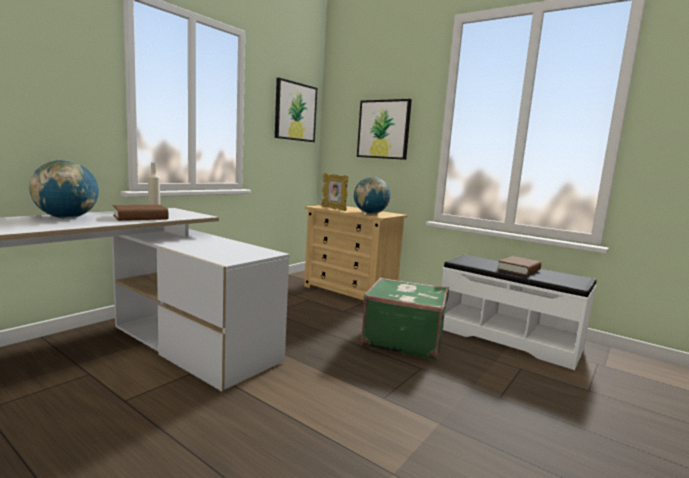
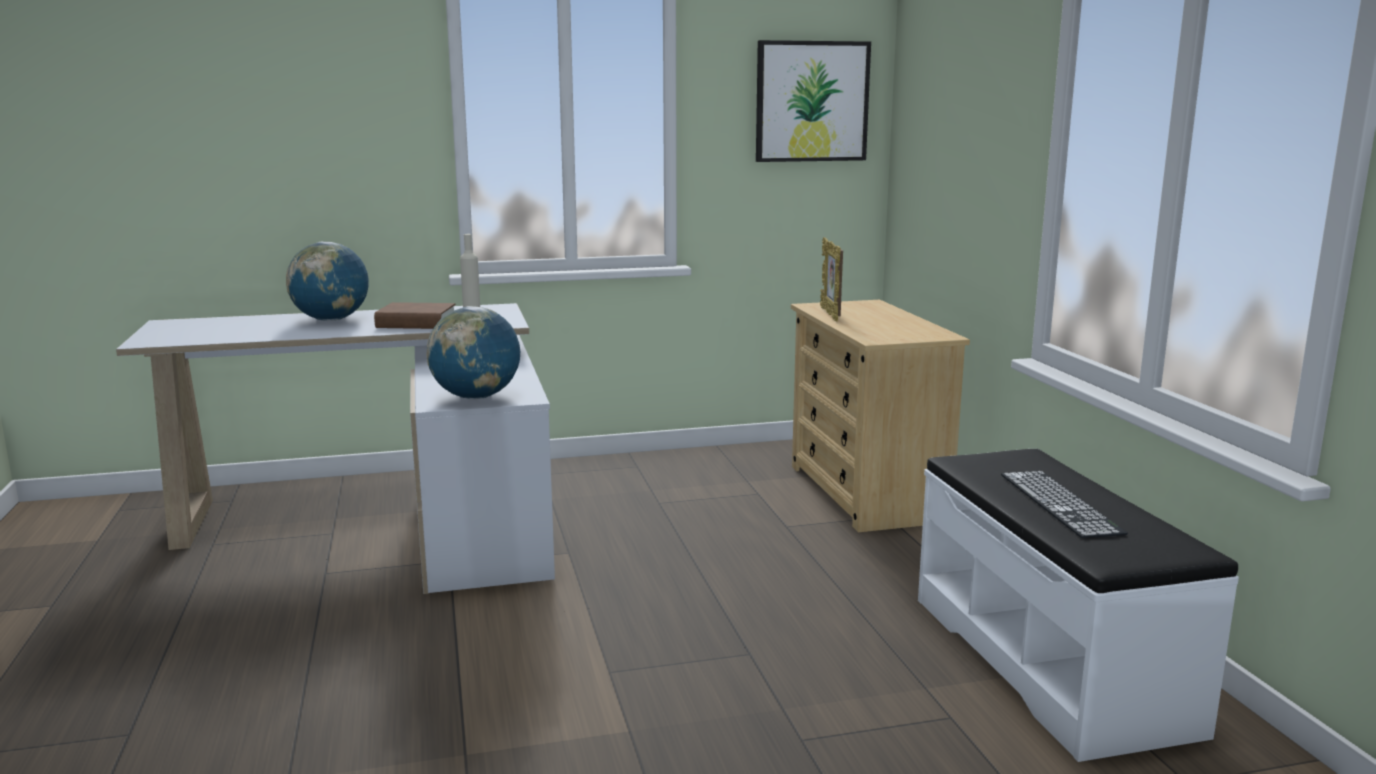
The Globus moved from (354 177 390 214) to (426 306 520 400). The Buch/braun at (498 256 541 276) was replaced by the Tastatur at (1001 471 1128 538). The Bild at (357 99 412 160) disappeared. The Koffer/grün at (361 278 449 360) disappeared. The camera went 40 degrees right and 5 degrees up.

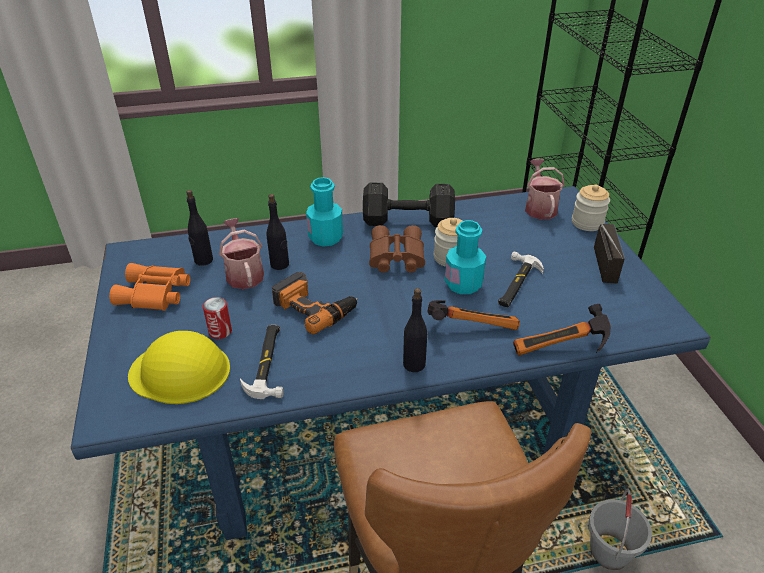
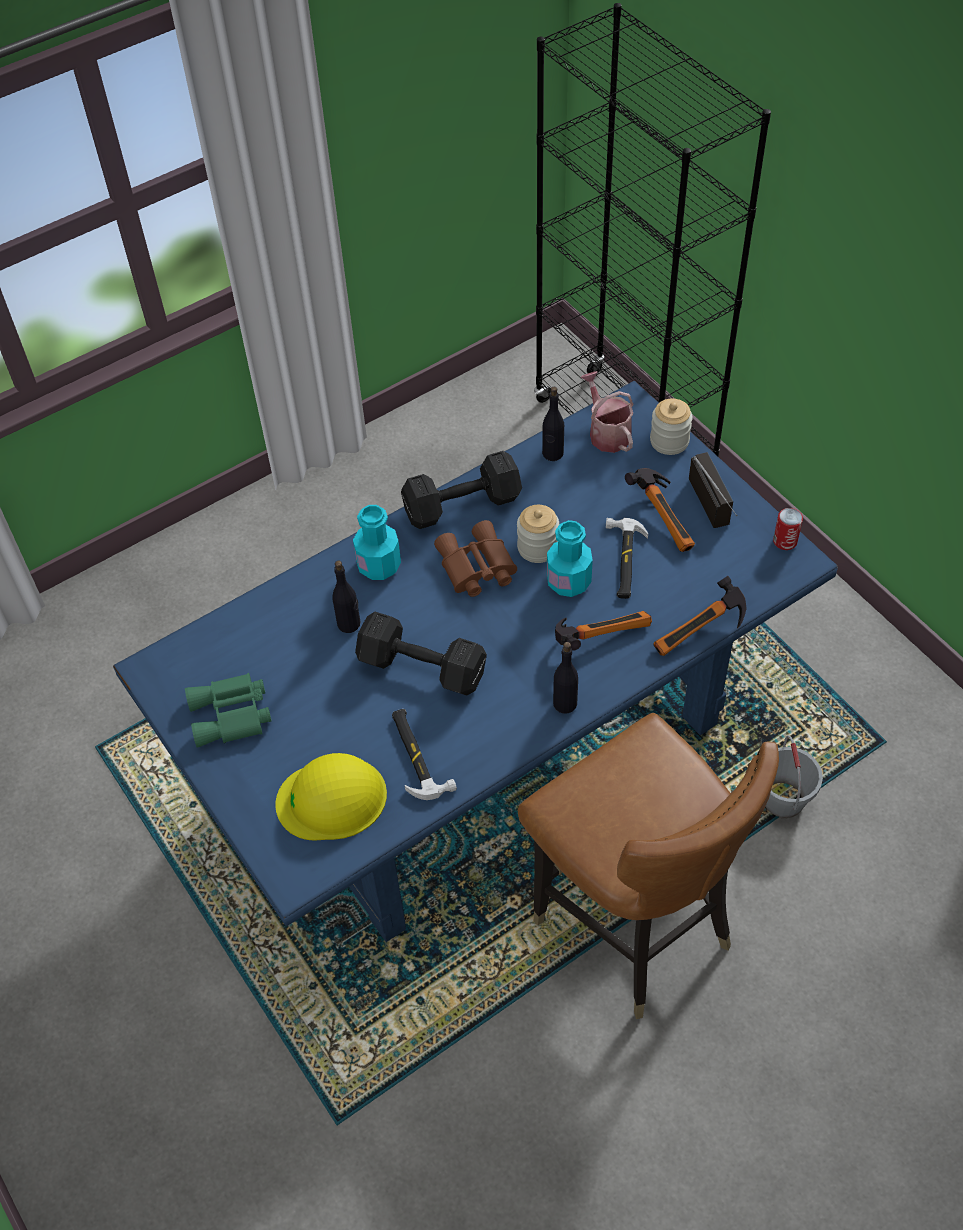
The Fernglas/orange at (109 263 190 311) became the Fernglas/grün at (185 673 272 748). The Bohrmaschine at (272 272 358 334) was replaced by the Hantel/schwarz at (355 612 487 695). The Flasche/schwarz moved from (186 190 213 266) to (542 387 564 461). The Hammer at (625 468 695 552) appeared. The Dose moved from (203 297 232 339) to (773 508 803 550). The Gießkanne at (219 218 264 289) disappeared. The camera went 20 degrees left and 15 degrees up.

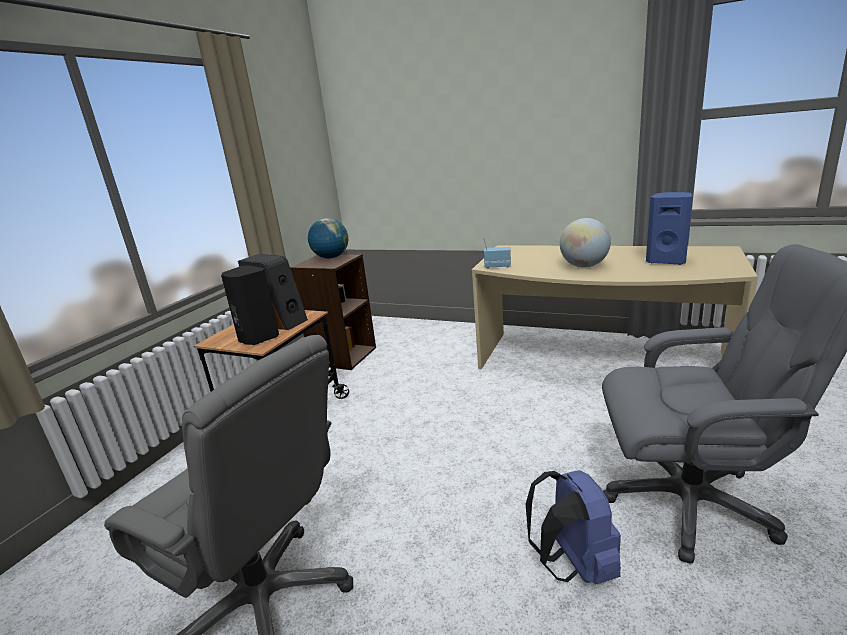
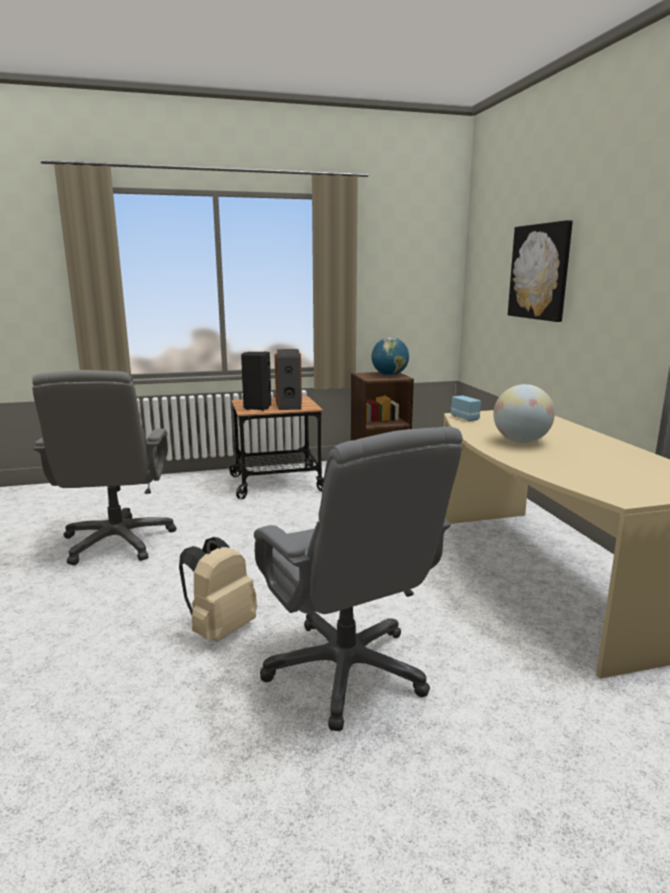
The Rucksack/blau at (526 470 621 584) became the Rucksack/beige at (179 537 257 642). The Bild at (508 220 573 322) appeared. The Lautsprecher/blau at (646 192 693 265) disappeared. The camera went 50 degrees right and 5 degrees down.

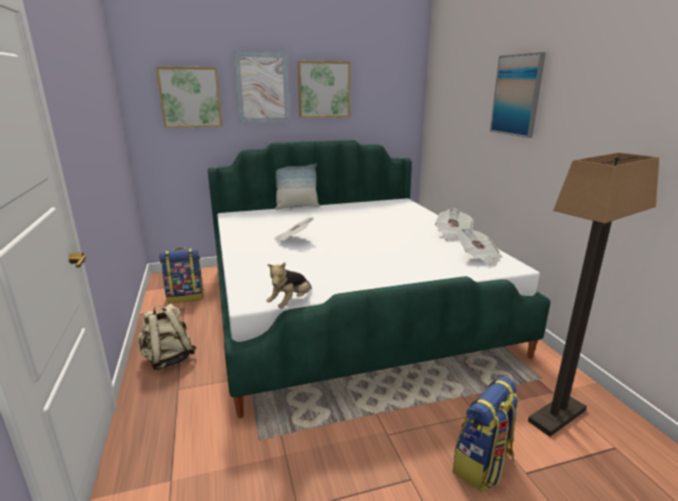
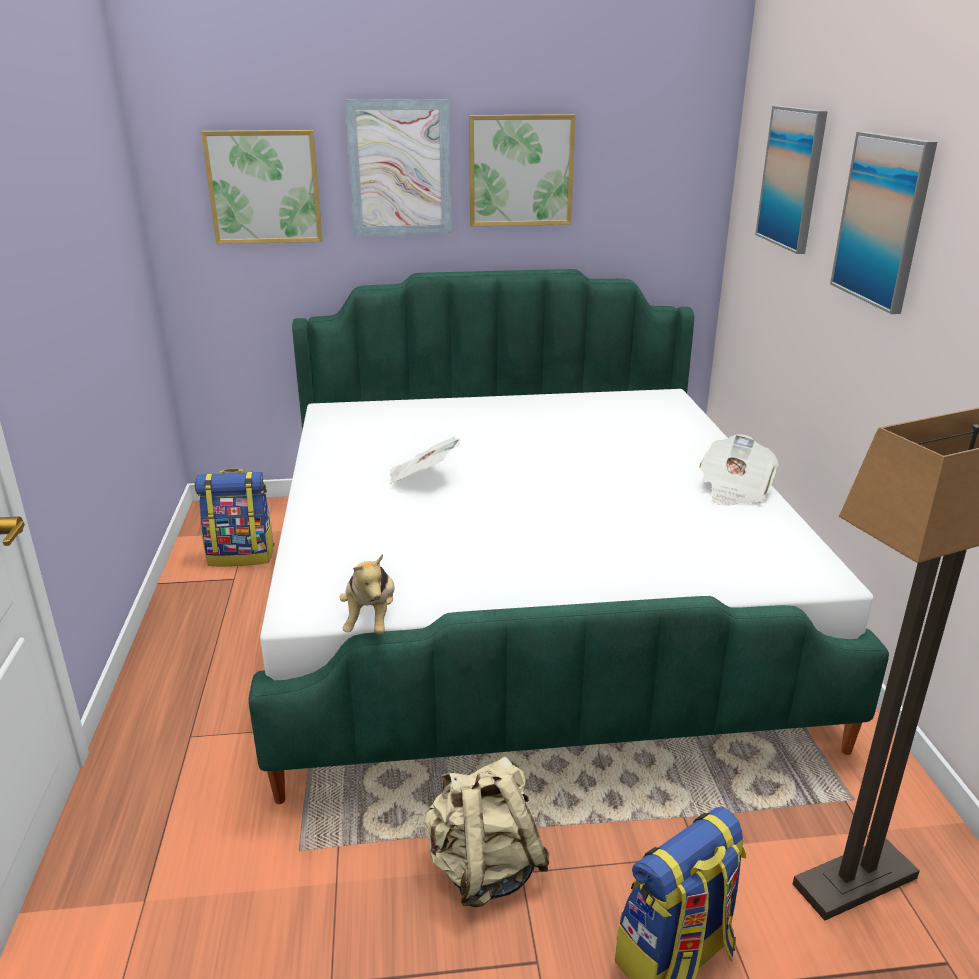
The Plüschtier at (266 262 312 309) turned 45 degrees counterclockwise. The Rucksack/beige moved from (138 303 196 370) to (424 757 549 907). The Bild at (755 106 828 254) appeared. The Kissen at (275 163 320 210) disappeared. The Zeitung at (458 228 503 267) disappeared. The camera went 10 degrees right and 5 degrees up.

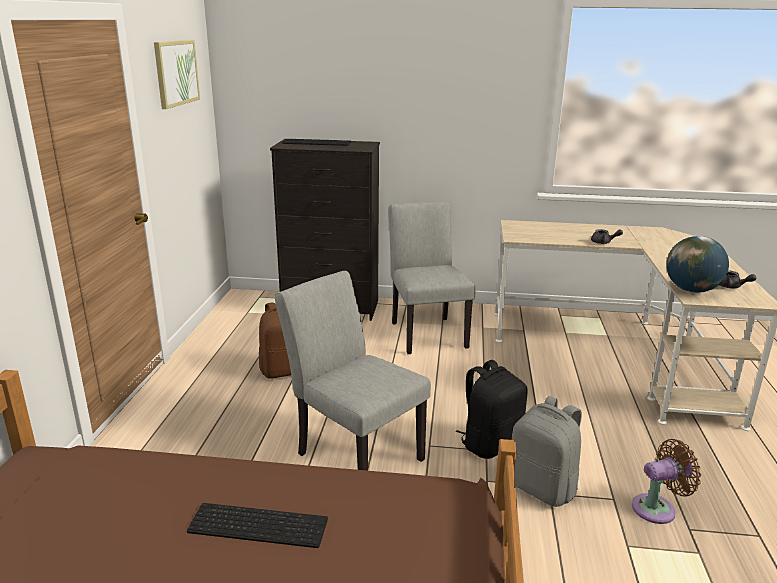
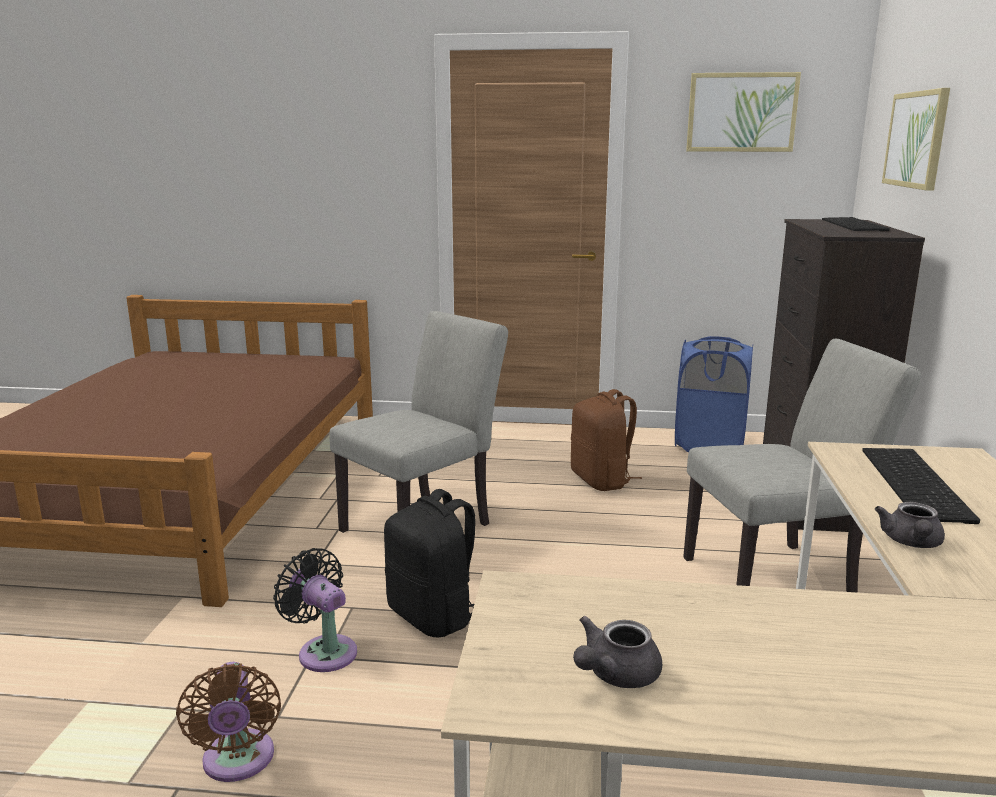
The Rucksack/grau at (512 396 582 507) was replaced by the Ventilator/schwarz at (273 548 357 672). The Wäschekorb/blau at (675 336 753 452) appeared. The Tastatur moved from (187 503 328 548) to (862 448 980 524). The Bild at (882 88 950 191) appeared. The Globus at (666 236 729 293) disappeared. The camera went 90 degrees right and 5 degrees down.

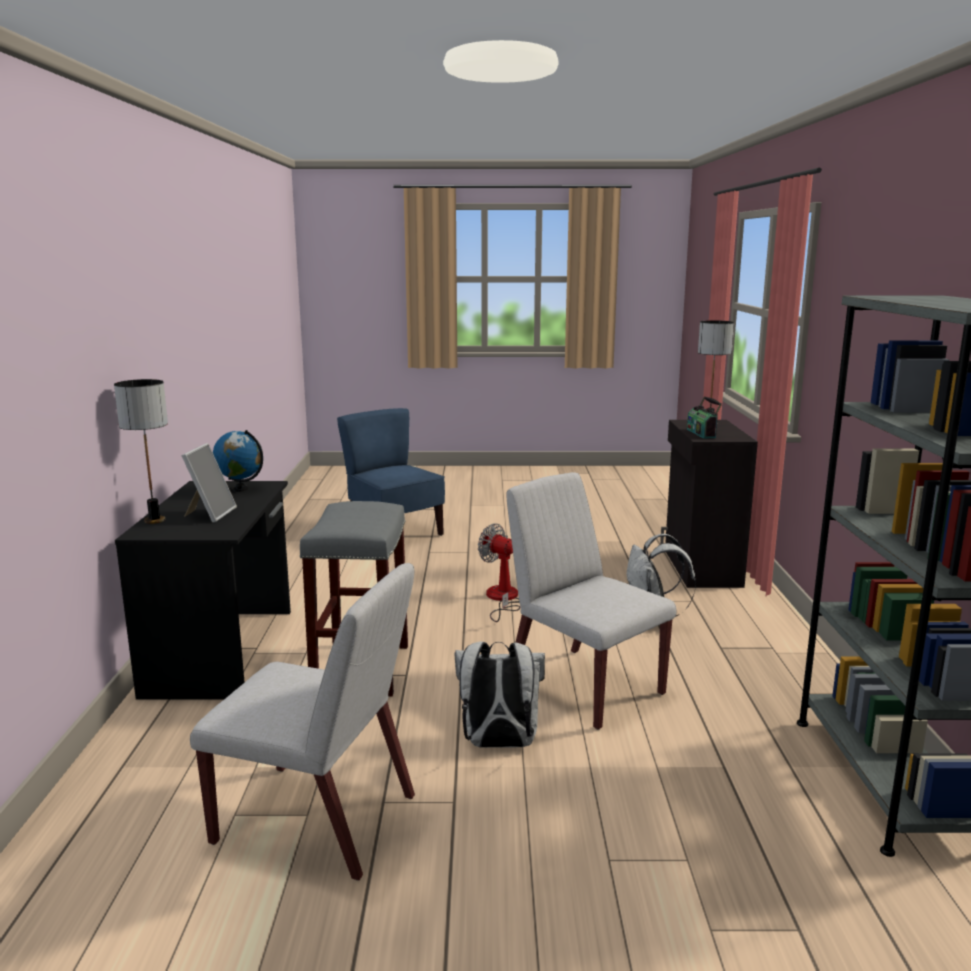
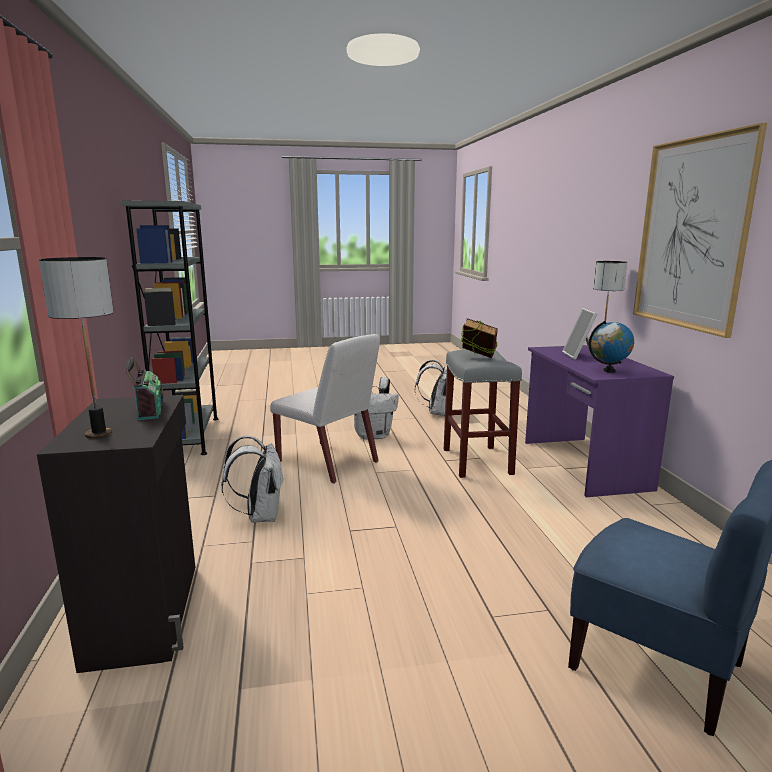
The Stuhl/weiß at (190 563 415 881) was replaced by the Rucksack/weiß at (415 360 454 416). The Buch at (461 318 498 358) appeared. The Schreibtisch/schwarz at (115 481 291 699) became the Schreibtisch/lila at (525 345 674 497). The Bild at (633 123 767 338) appeared. The Ventilator at (478 523 520 622) disappeared. The camera went 170 degrees right and 0 degrees up.

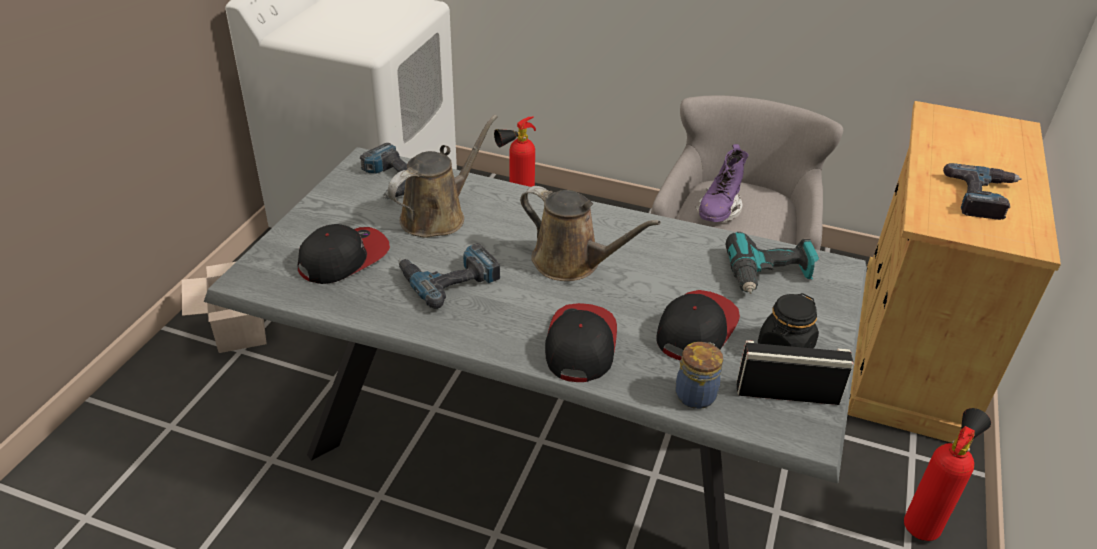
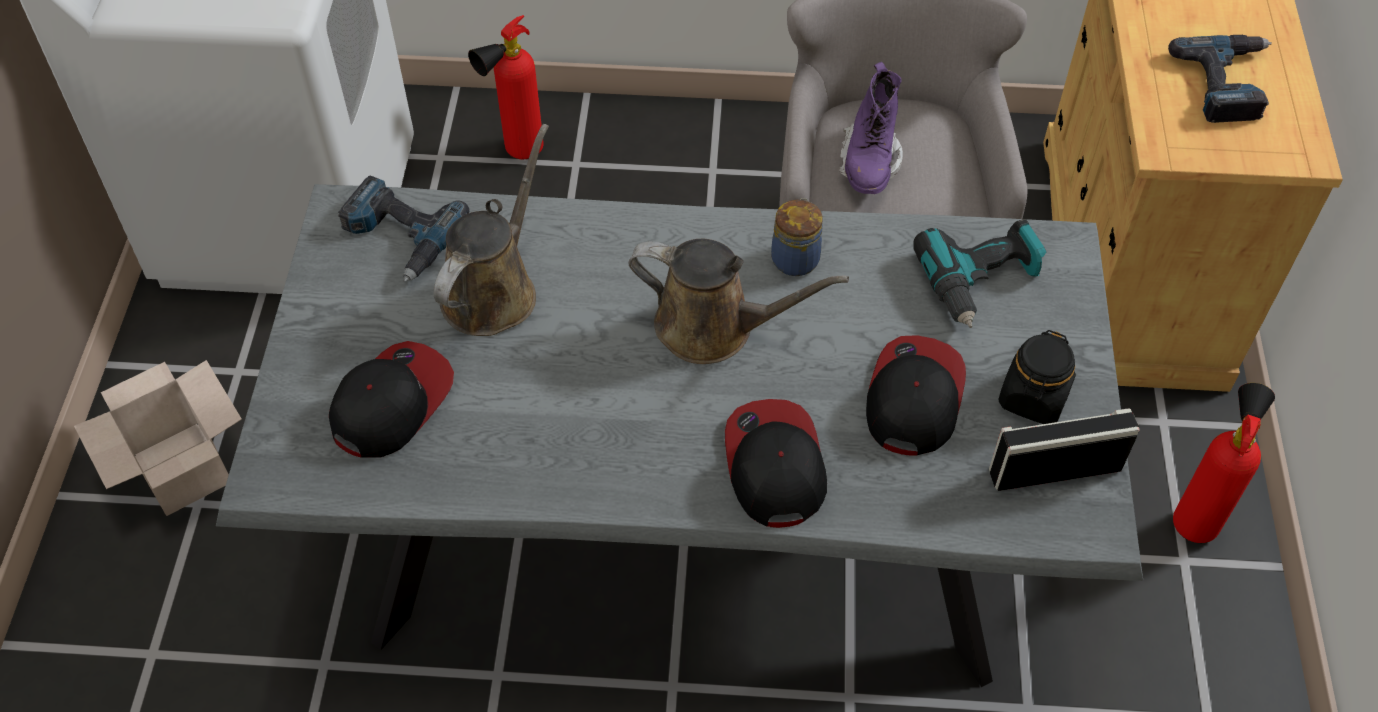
The Vorratsglas moved from (675 342 723 409) to (771 198 823 276). The Bohrmaschine at (398 243 500 309) disappeared. The camera went 15 degrees left and 15 degrees up.

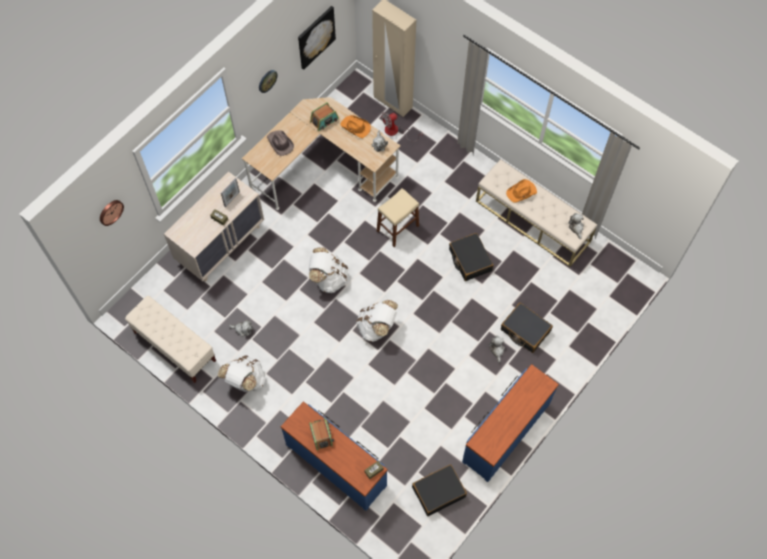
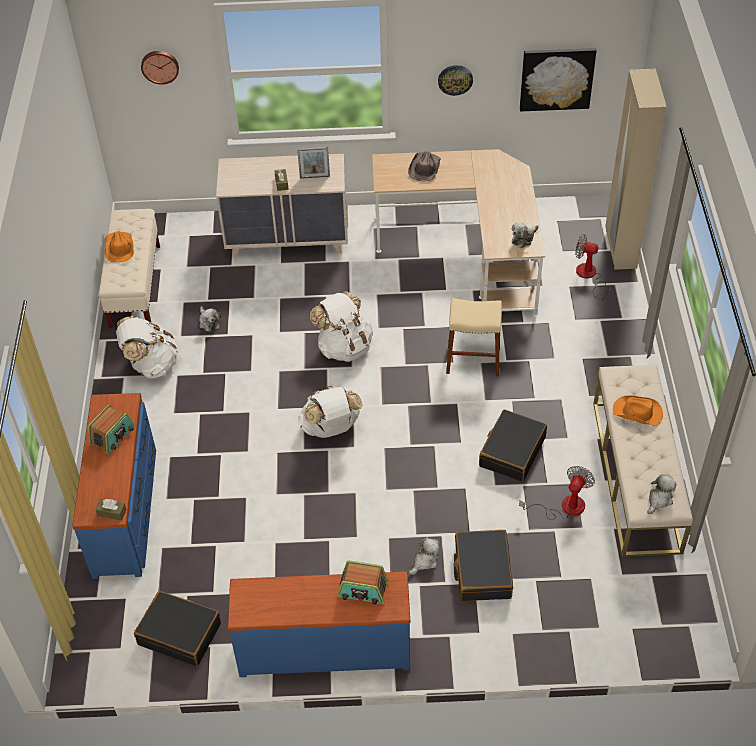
The Hut/orange moved from (340 115 371 138) to (104 231 134 262). The Radio moved from (310 102 339 131) to (337 560 389 605). The Ventilator at (519 466 595 520) appeared. The camera went 50 degrees right and 15 degrees down.

